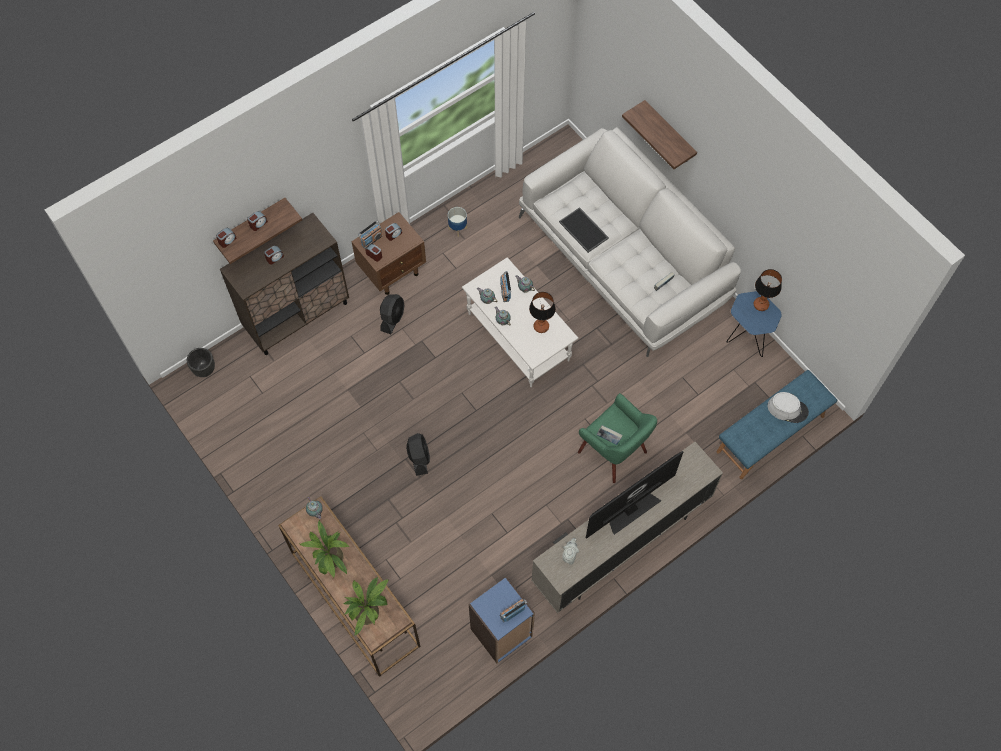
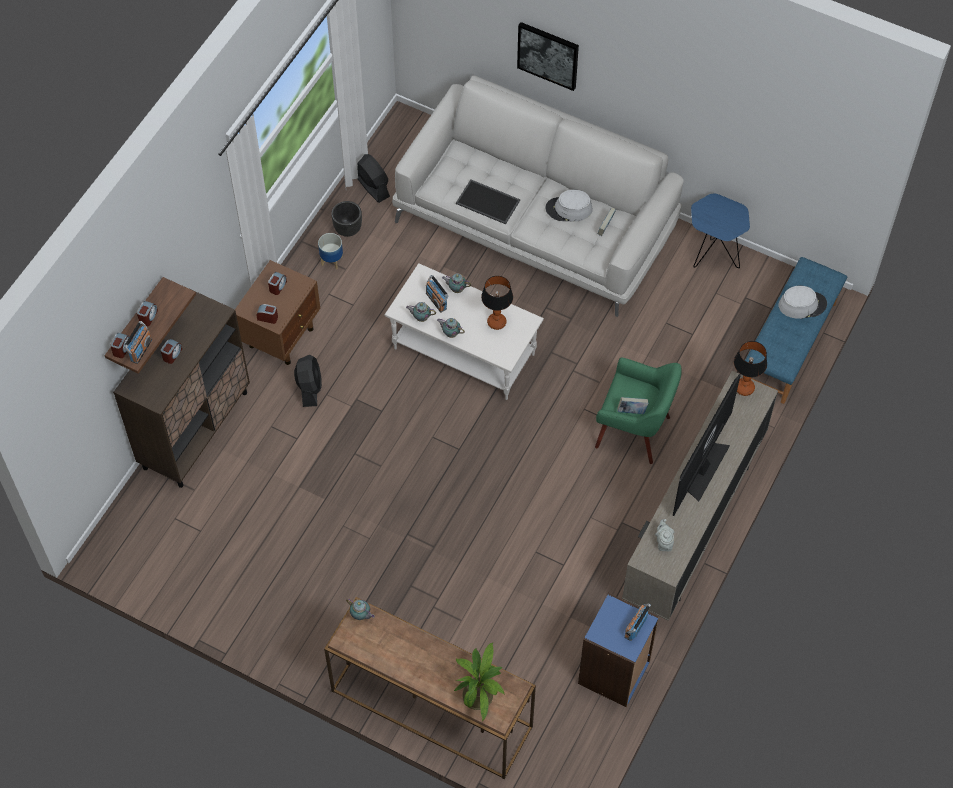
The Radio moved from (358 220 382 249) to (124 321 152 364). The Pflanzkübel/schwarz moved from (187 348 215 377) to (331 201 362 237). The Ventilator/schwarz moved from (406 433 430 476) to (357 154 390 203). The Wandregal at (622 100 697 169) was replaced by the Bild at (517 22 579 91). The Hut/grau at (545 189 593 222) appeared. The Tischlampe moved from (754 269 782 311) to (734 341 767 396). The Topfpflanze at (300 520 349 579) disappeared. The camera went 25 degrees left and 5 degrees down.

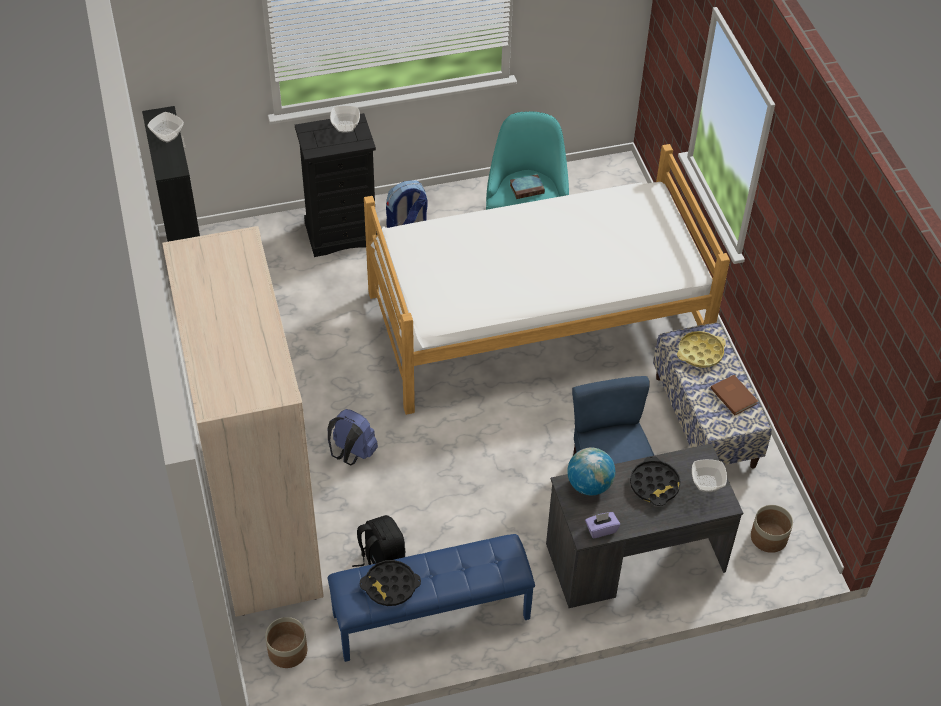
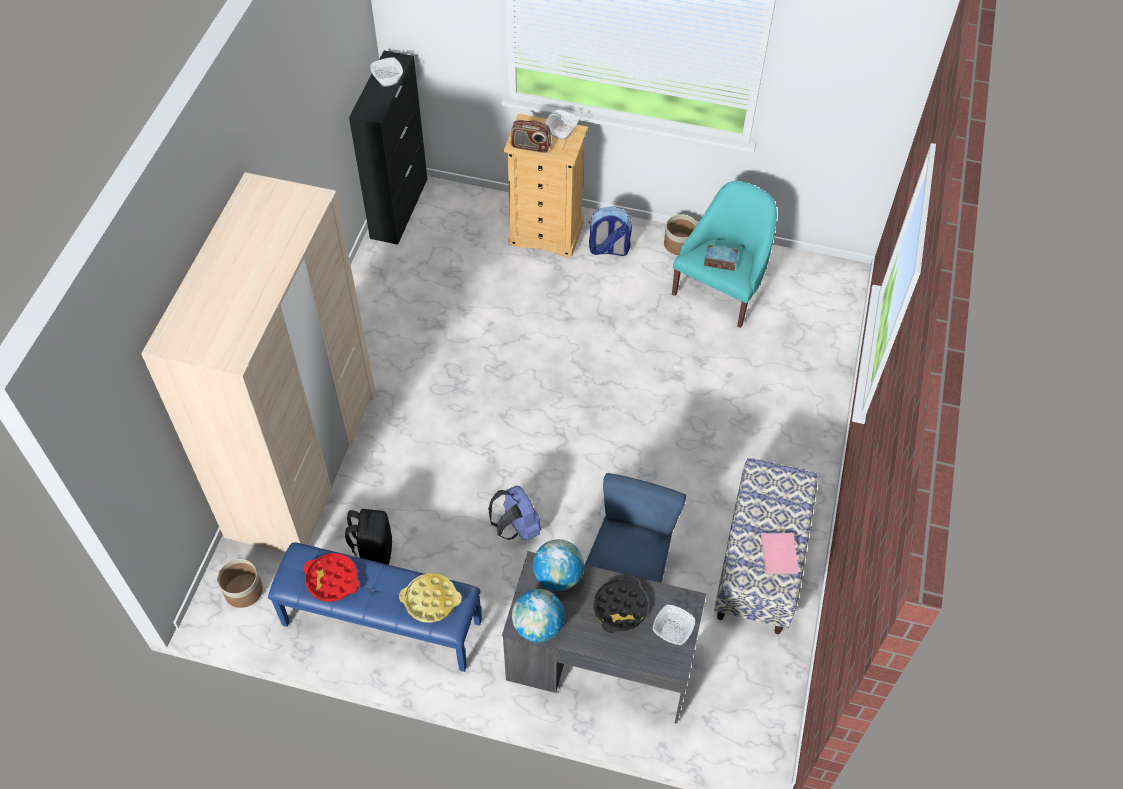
The Tablett/schwarz at (360 560 421 606) became the Tablett/rot at (303 553 360 602). The Tablett/gelb moved from (677 331 726 368) to (399 573 462 623). The Rucksack/blau moved from (328 409 378 465) to (488 486 541 541). The Kommode/schwarz at (295 113 377 257) became the Kommode/beige at (504 114 588 258). The Radio at (511 120 551 153) appeared. The Taschentuchbox/lila at (585 512 620 539) was replaced by the Globus at (512 589 565 642). The Pflanzkübel moved from (751 505 793 553) to (664 214 697 255). The Buch/braun at (711 375 758 415) became the Buch/rosa at (761 533 799 575). The Bett at (364 144 730 415) disappeared. The camera went 30 degrees right and 5 degrees up.

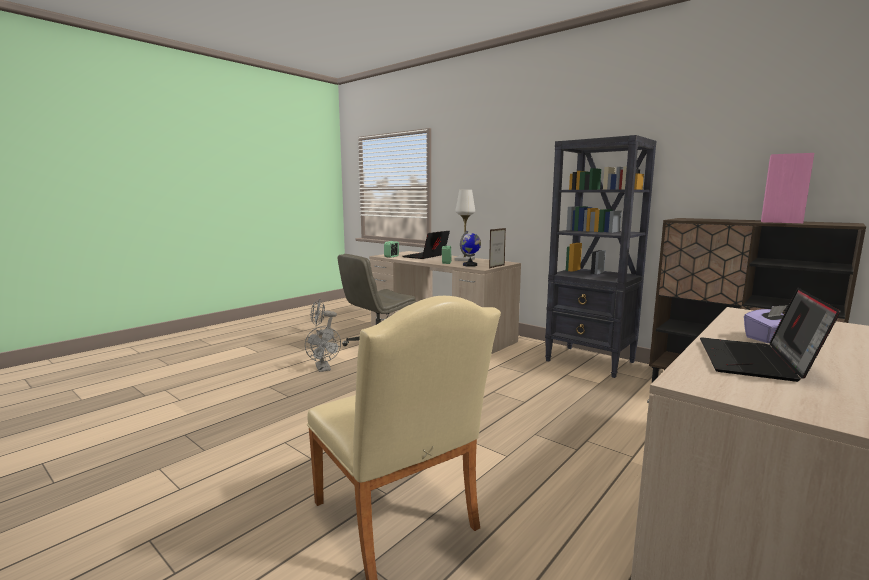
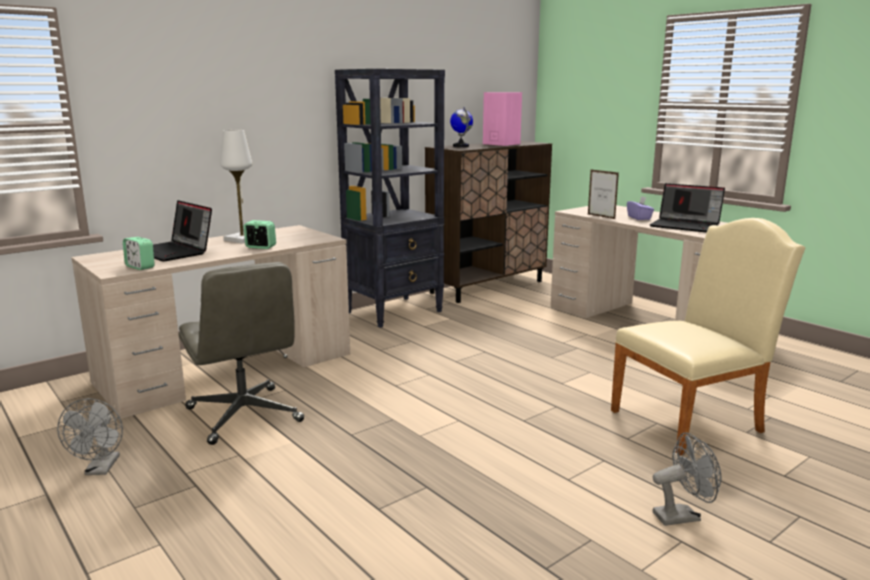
The Globus moved from (460 231 481 267) to (450 107 473 147). The Bilderrahmen moved from (489 228 506 268) to (588 170 619 219). The Ventilator/grau moved from (305 327 341 372) to (653 433 722 526). The camera went 80 degrees left and 5 degrees up.

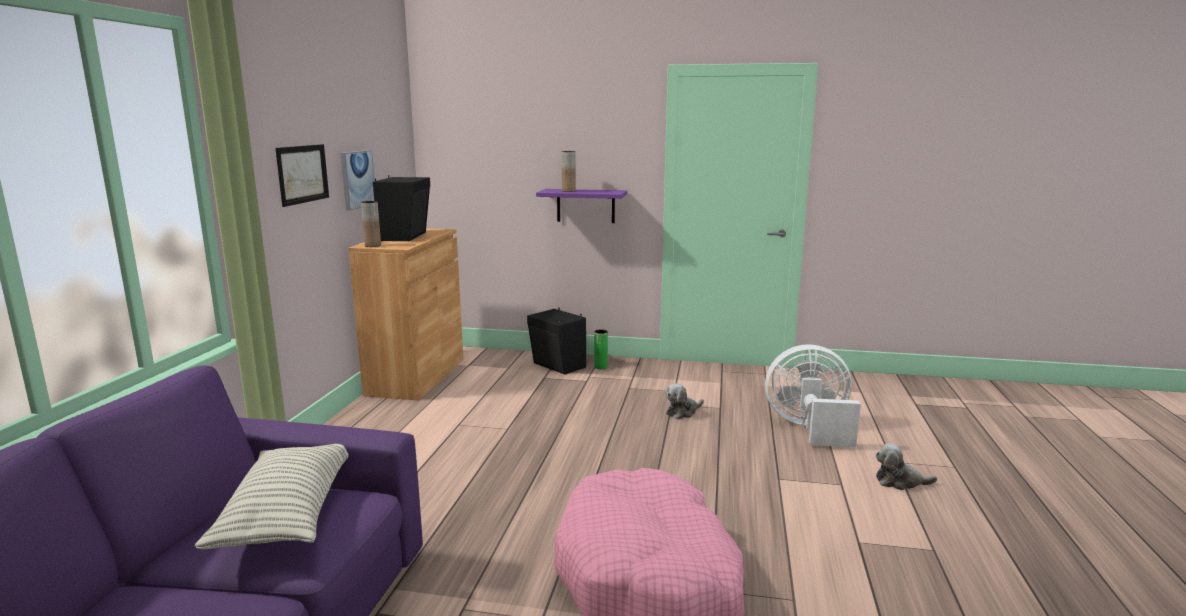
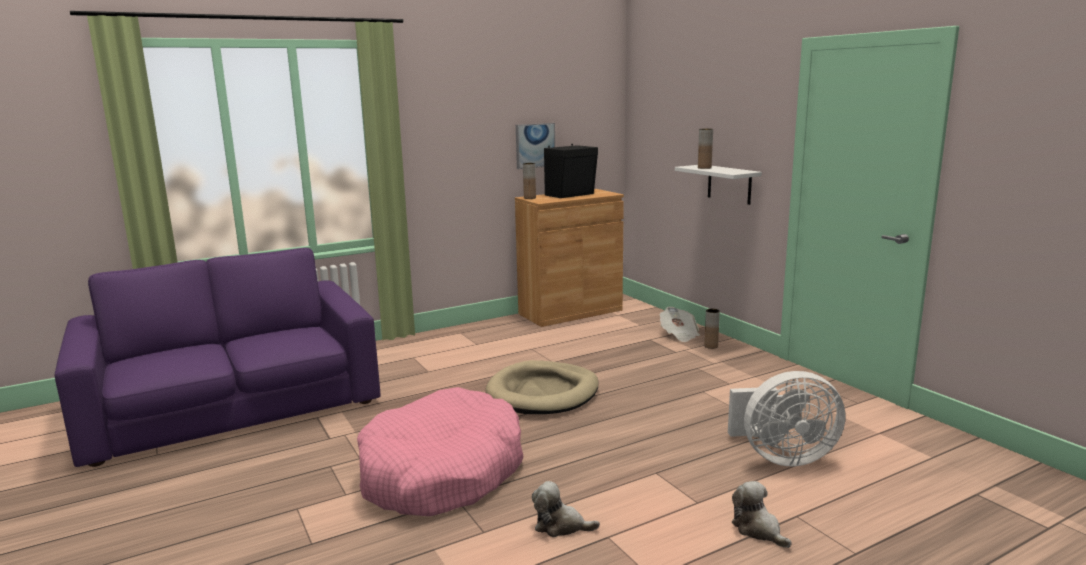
The Hundebett/beige at (485 360 599 414) appeared. The Plüschtier moved from (666 384 704 419) to (532 481 600 537). The Lautsprecher/schwarz at (527 308 586 375) was replaced by the Zeitung at (659 307 700 342). The Wandregal/lila at (536 189 627 223) became the Wandregal/weiß at (675 165 762 205). The Vase/grün at (594 329 608 369) became the Vase/braun at (704 309 720 349). The Ventilator/weiß at (765 344 861 447) turned 120 degrees clockwise. The Kissen at (195 444 349 549) disappeared. The Bild at (275 144 329 207) disappeared. The camera went 50 degrees right and 0 degrees up.

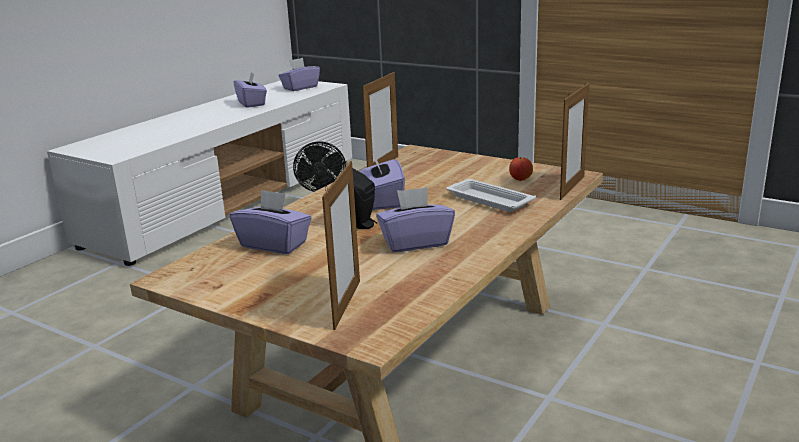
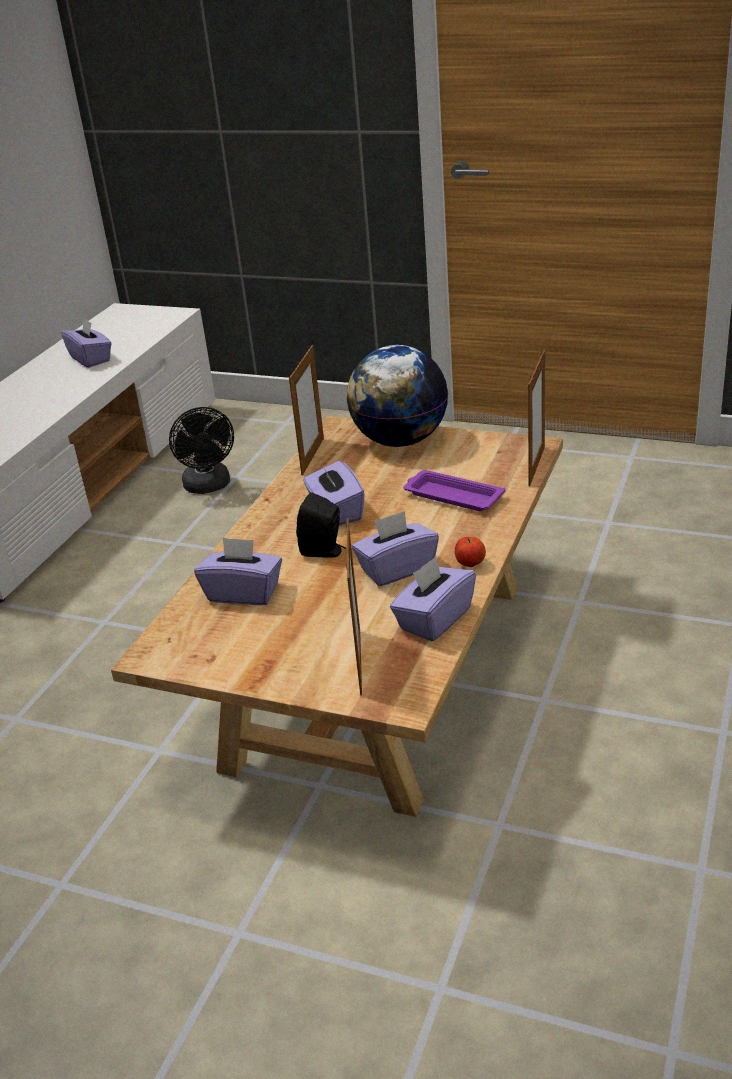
The Globus at (346 345 448 447) appeared. The Taschentuchbox/lila moved from (278 58 320 91) to (390 556 476 641). The Tablett/weiß at (446 179 536 212) became the Tablett/lila at (403 470 505 511). The Apfel moved from (509 157 533 181) to (455 537 486 567). The camera went 10 degrees left and 10 degrees up.

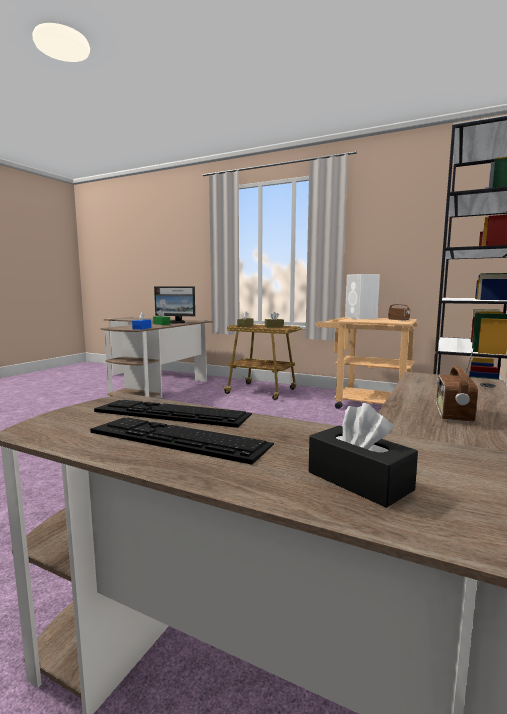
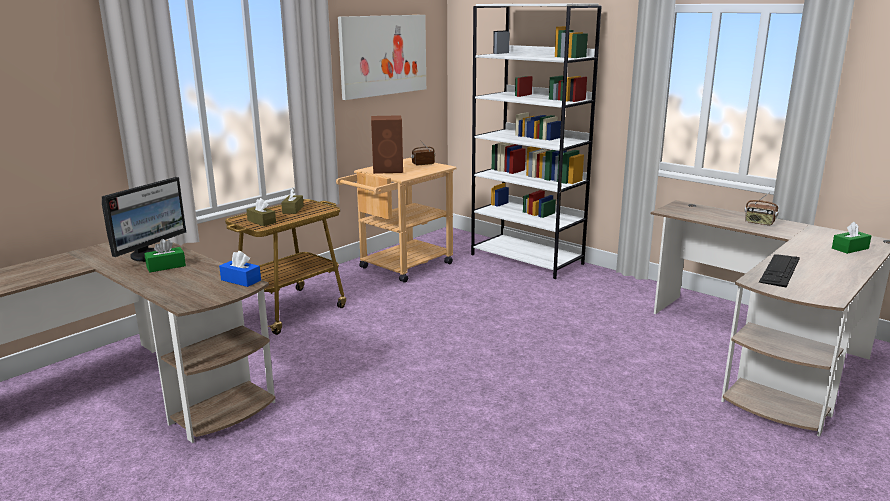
The Bild at (338 15 426 100) appeared. The Lautsprecher/weiß at (345 274 380 319) became the Lautsprecher/braun at (371 115 403 174). The Taschentuchbox/schwarz at (309 403 418 508) became the Taschentuchbox/grün at (832 222 871 254). The Tastatur at (90 418 274 465) disappeared. The camera went 75 degrees left and 10 degrees up.

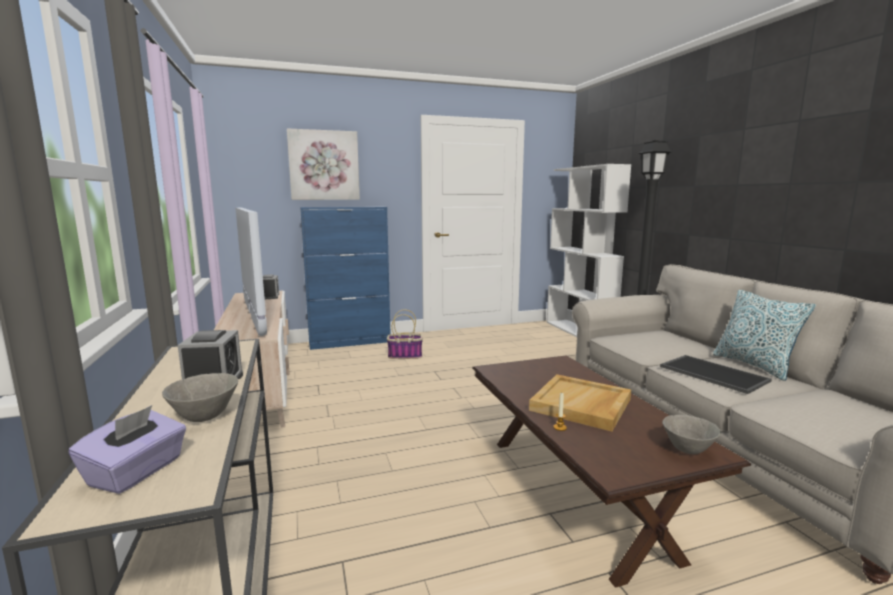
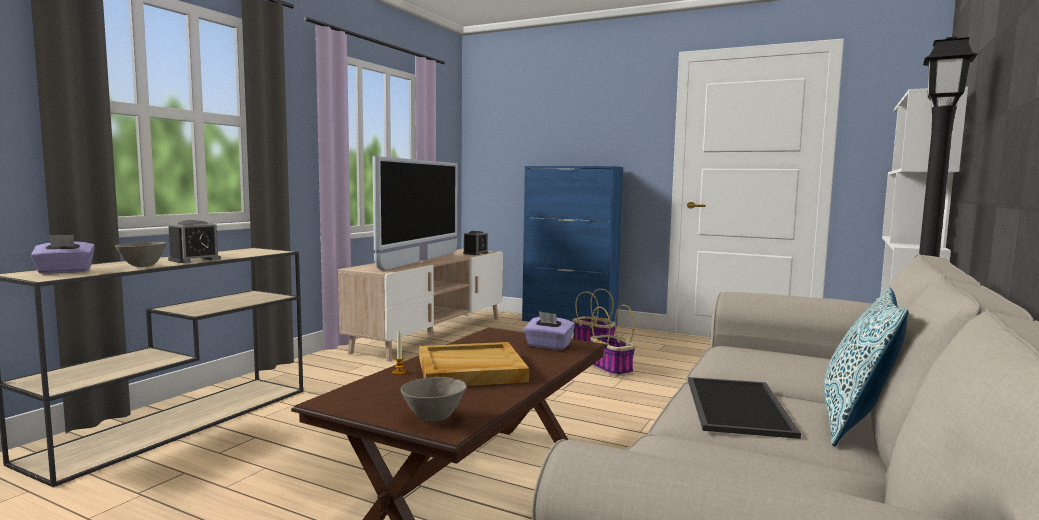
The Taschentuchbox/lila at (523 311 575 350) appeared. The Korb at (590 305 636 376) appeared. The Bild at (287 128 360 200) disappeared. The camera went 45 degrees right and 5 degrees down.

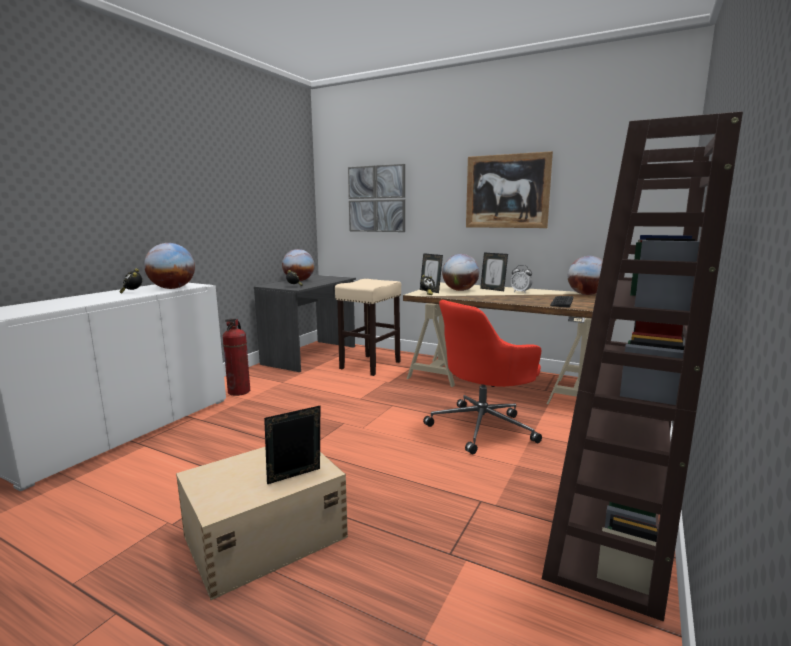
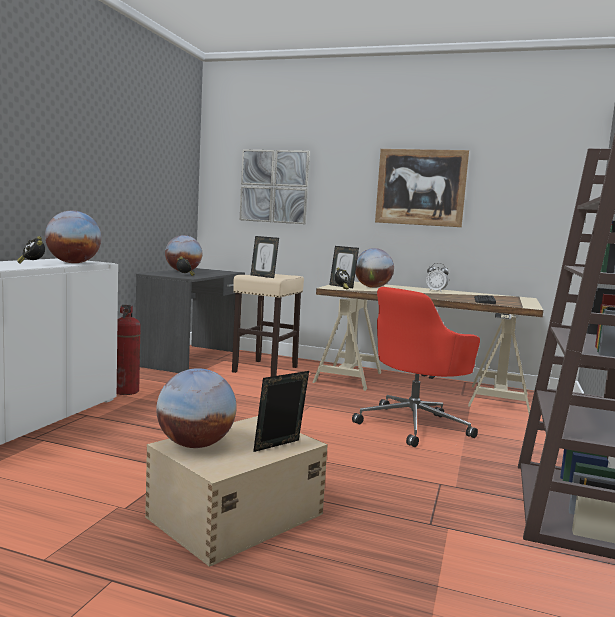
The Globus moved from (568 256 603 295) to (156 368 237 448). The Bilderrahmen moved from (480 253 508 291) to (251 236 279 278). The camera went 10 degrees left and 5 degrees down.

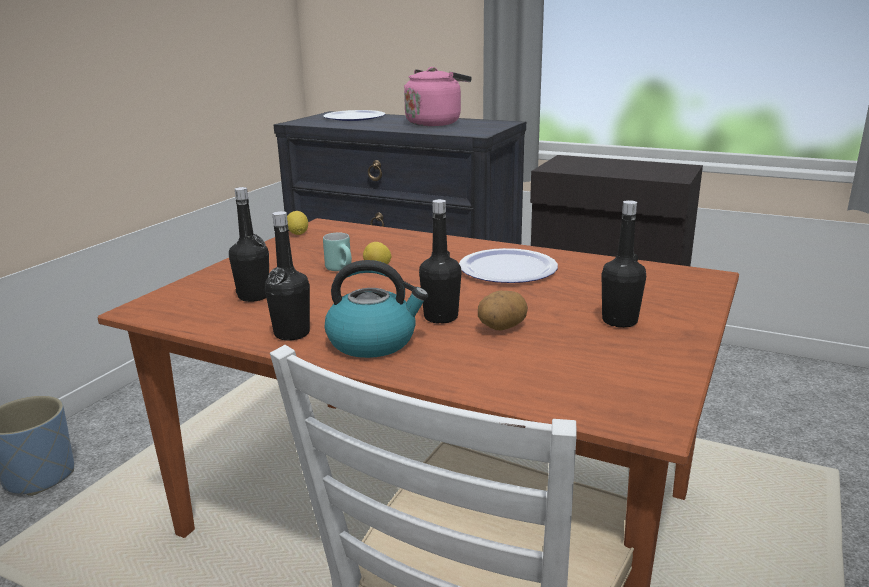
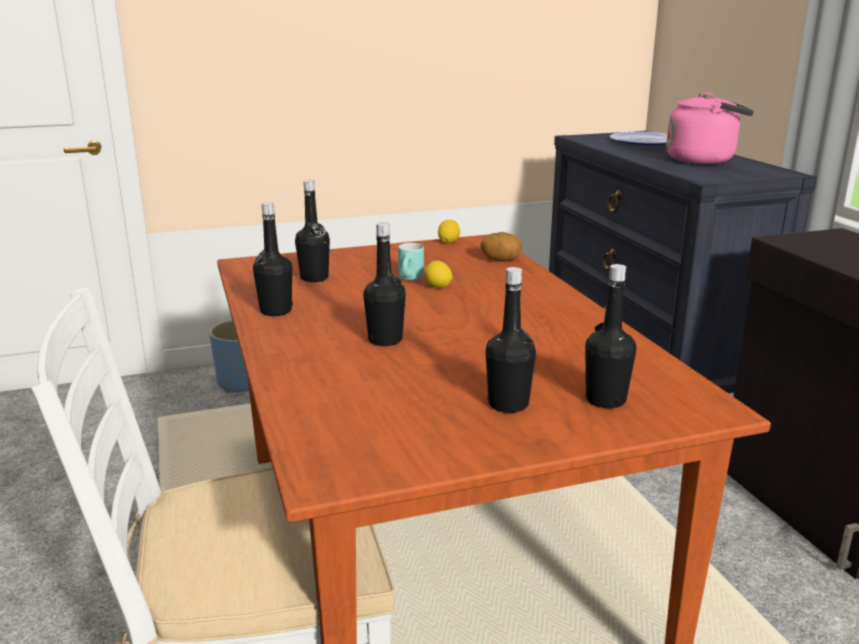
The Kartoffel moved from (478 290 528 330) to (480 232 522 262). The Flasche/schwarz at (585 264 636 408) appeared. The Wasserkessel at (325 260 428 358) disappeared. The Teller at (459 248 558 283) disappeared. The camera went 45 degrees right and 0 degrees up.

